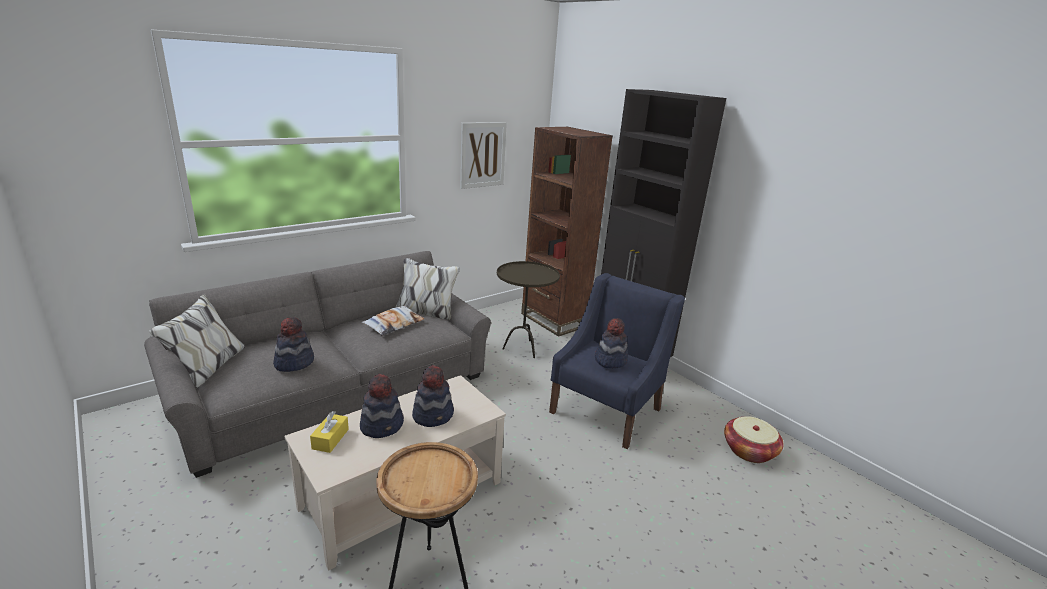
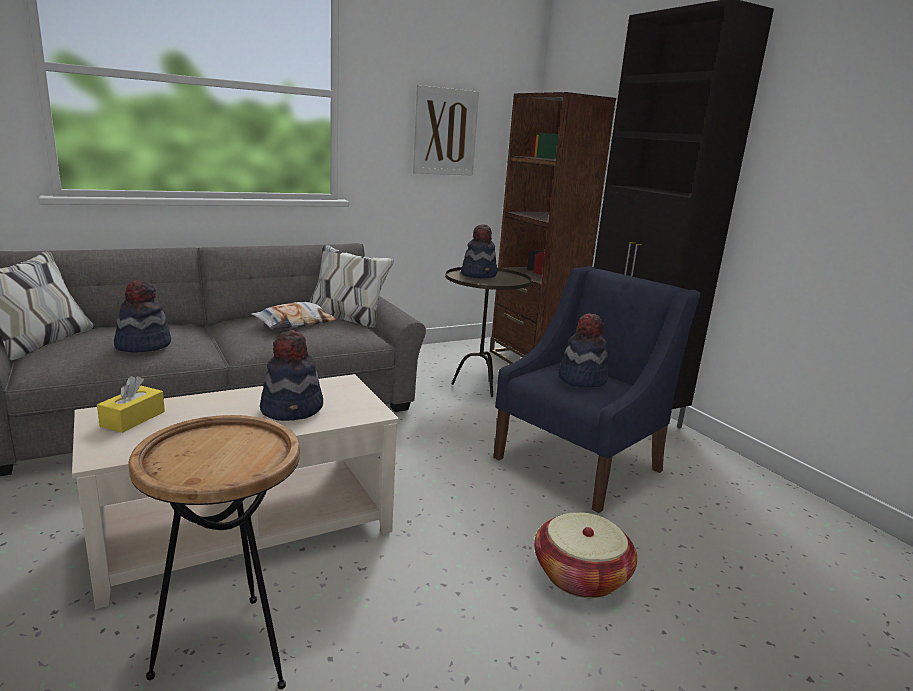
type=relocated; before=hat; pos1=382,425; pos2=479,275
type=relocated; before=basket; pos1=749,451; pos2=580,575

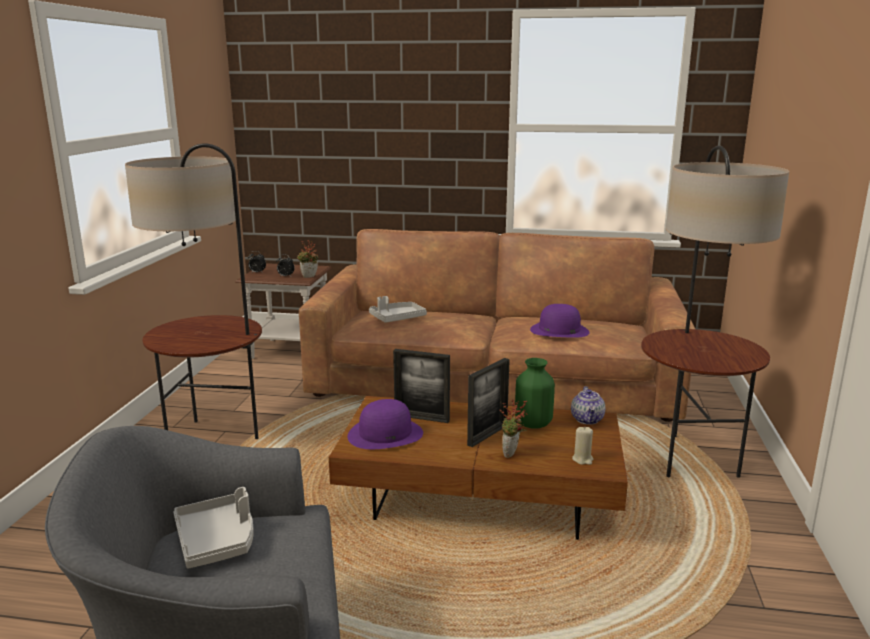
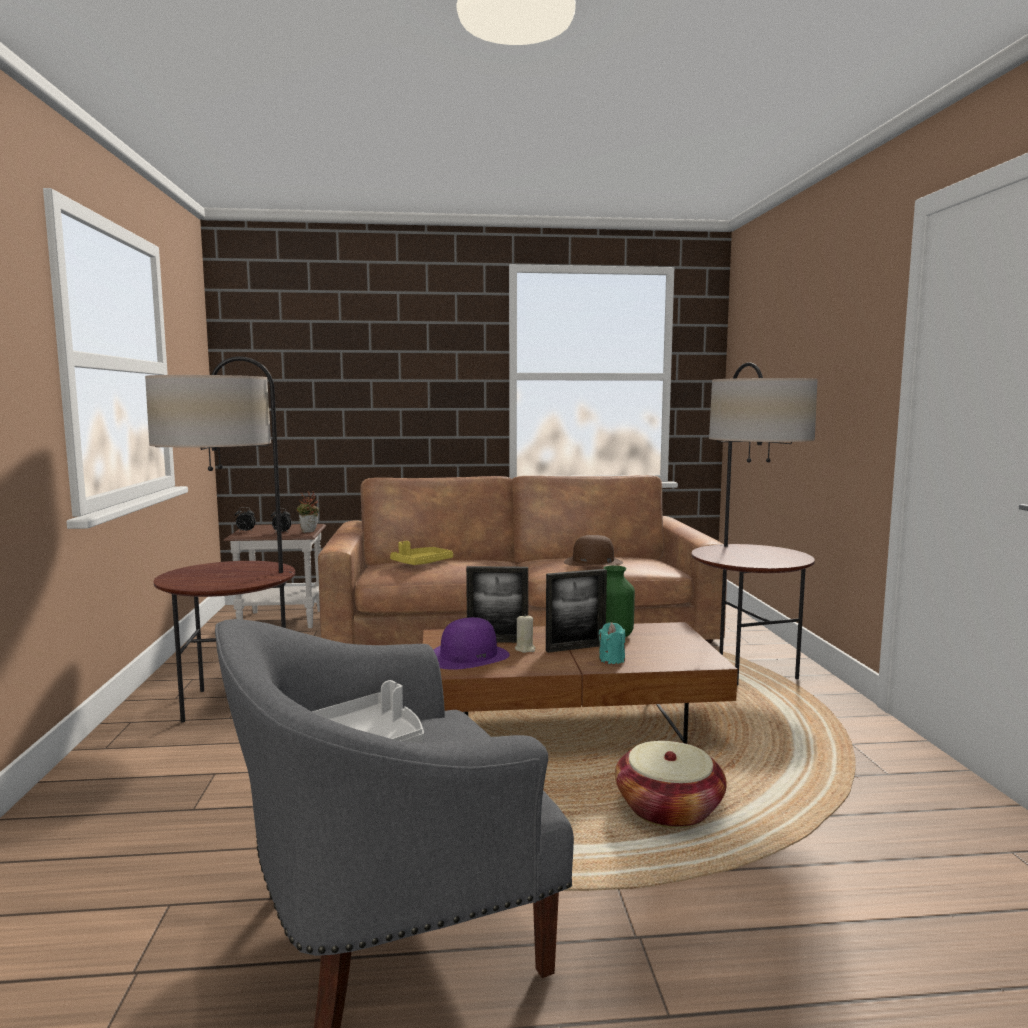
type=colour; before=tray (grey); after=tray (yellow); pos1=397,318; pos2=421,563
type=colour; before=hat (purple); after=hat (brown); pos1=559,330; pos2=593,562
type=spun; before=picture frame; pos1=487,435; pos2=575,648; turn=45
type=missing; before=teapot; pos1=587,419
type=exchanged; before=potted plant; after=candle (turquoise); pos1=512,454; pos2=611,659
type=relocated; before=candle (beige); pos1=582,459; pos2=525,649
type=appeared; after=basket; pos2=668,809

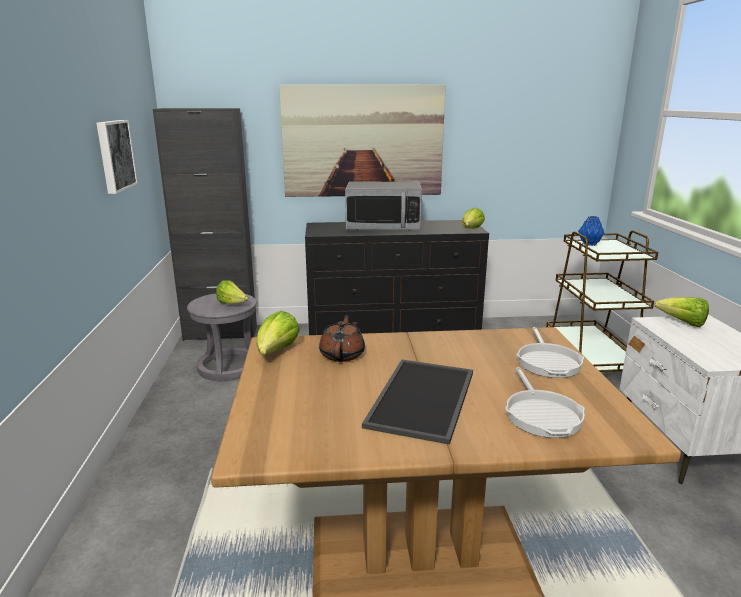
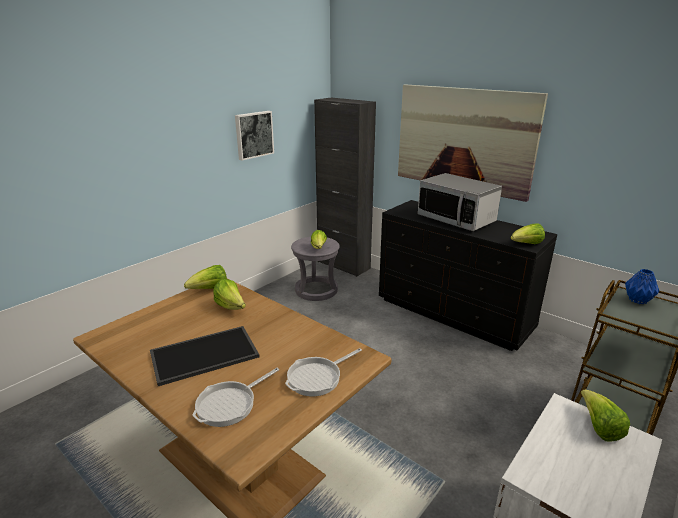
type=exchanged; before=teapot (brown); after=lettuce; pos1=342,354; pos2=231,307

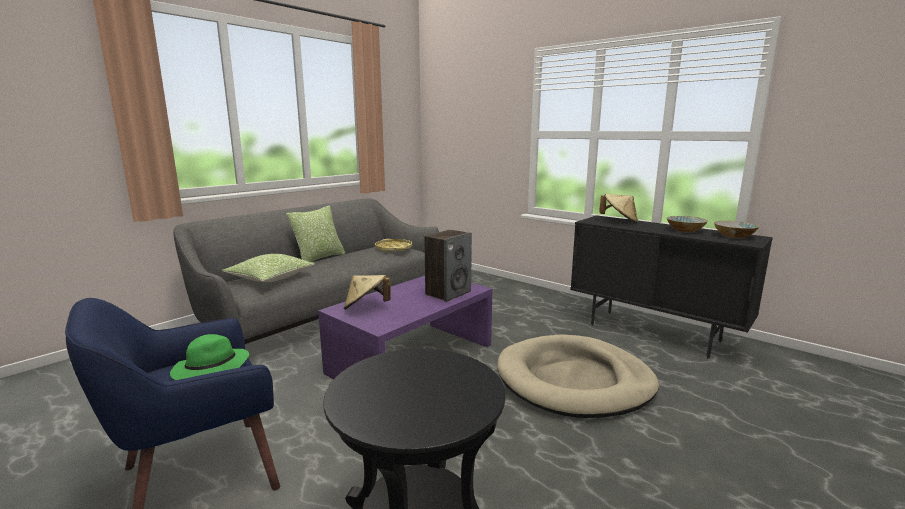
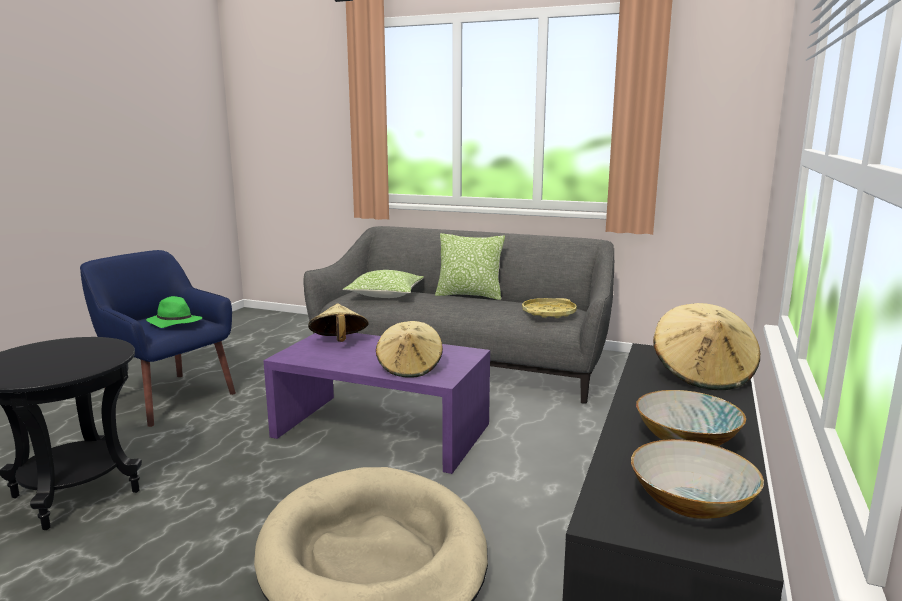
type=exchanged; before=speaker; after=hat (beige); pos1=448,293; pos2=410,368

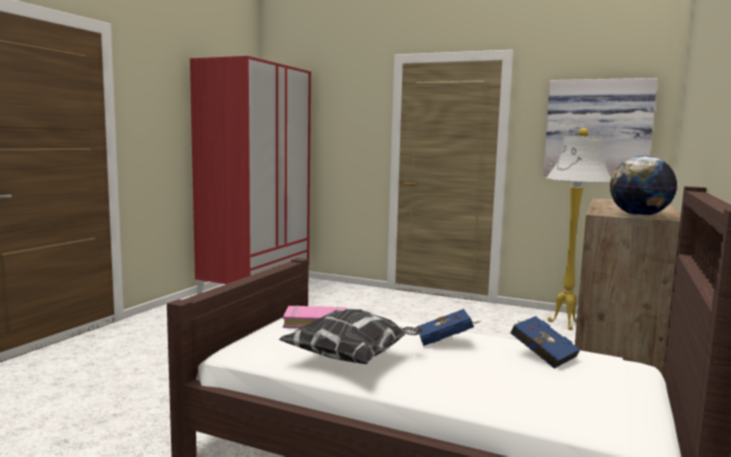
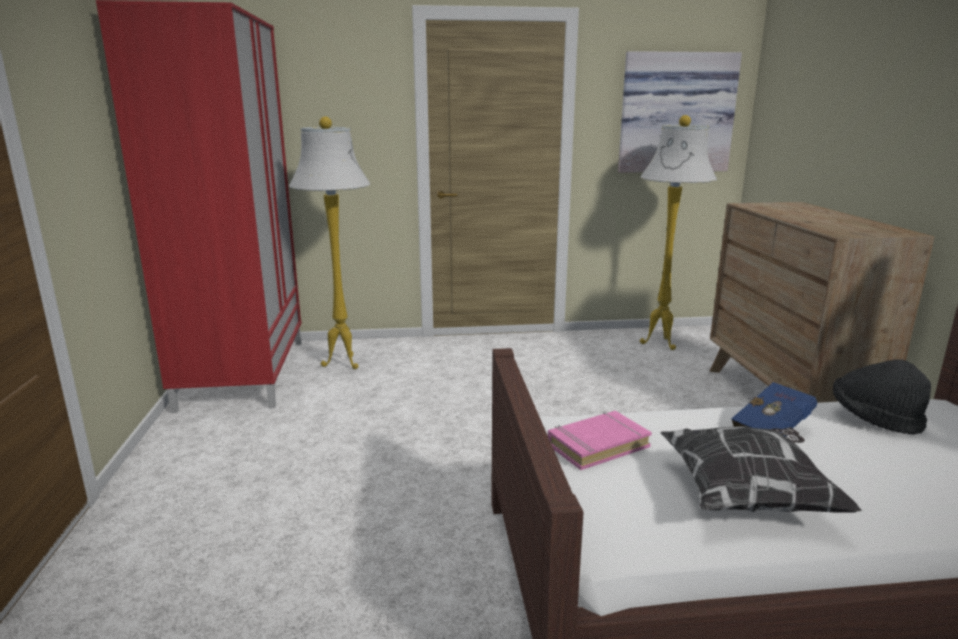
type=missing; before=globe; pos1=639,215
type=exchanged; before=book (blue); after=hat (black); pos1=541,355; pos2=874,419
type=appeared; after=floor lamp (white); pos2=343,363

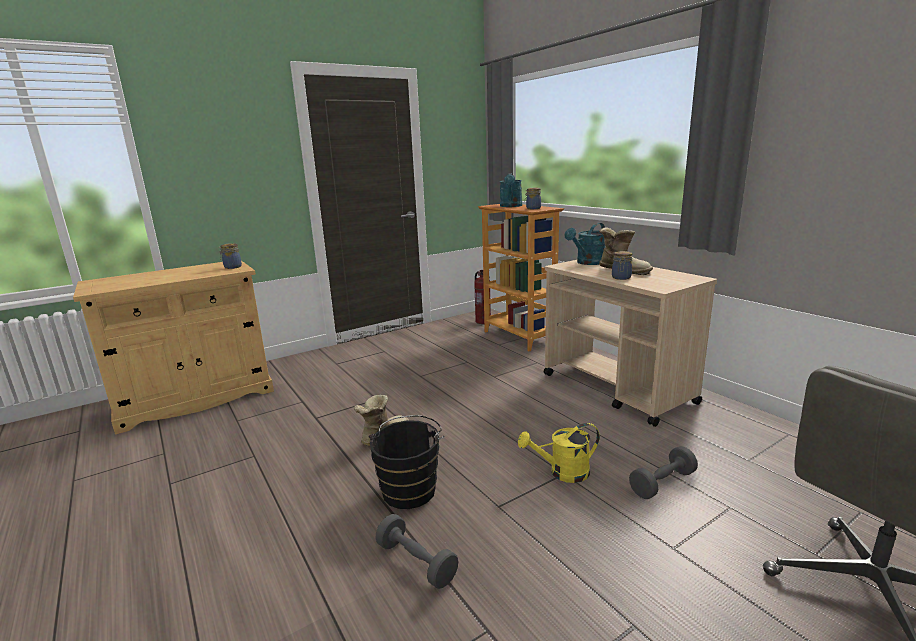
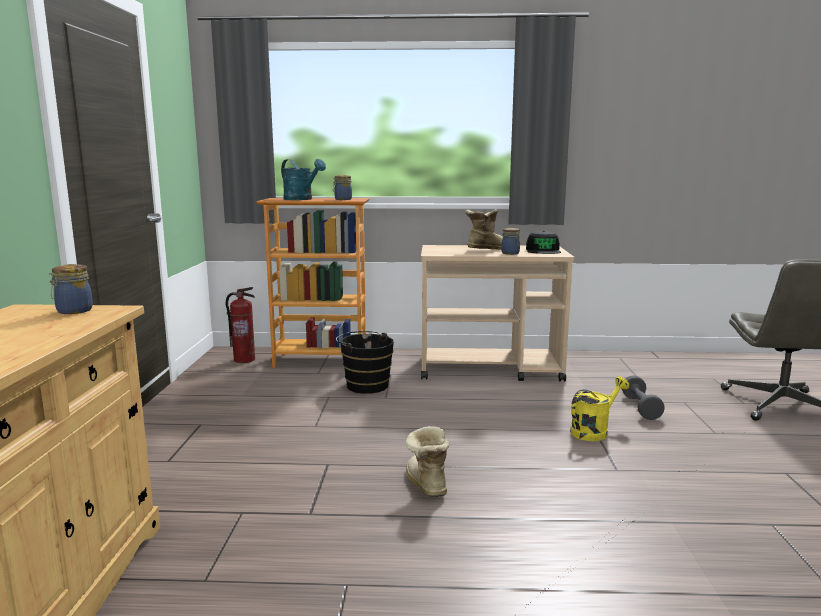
type=missing; before=watering can (turquoise); pos1=587,263
type=relocated; before=bucket (black); pos1=410,488; pos2=365,385
type=spun; before=watering can (yellow); pos1=562,473; pos2=593,431; turn=-150
type=missing; before=dumbbell (grey); pos1=416,562
type=appeared; after=cap (black); pos2=543,251

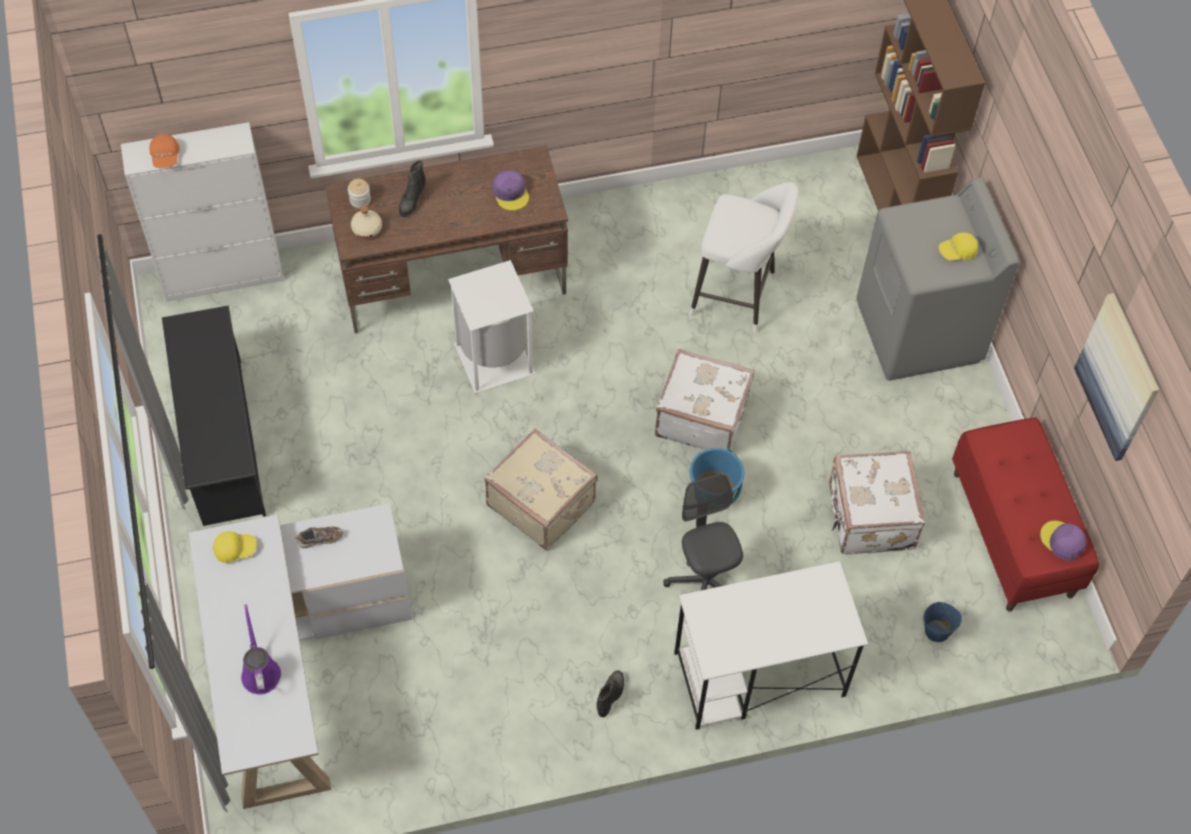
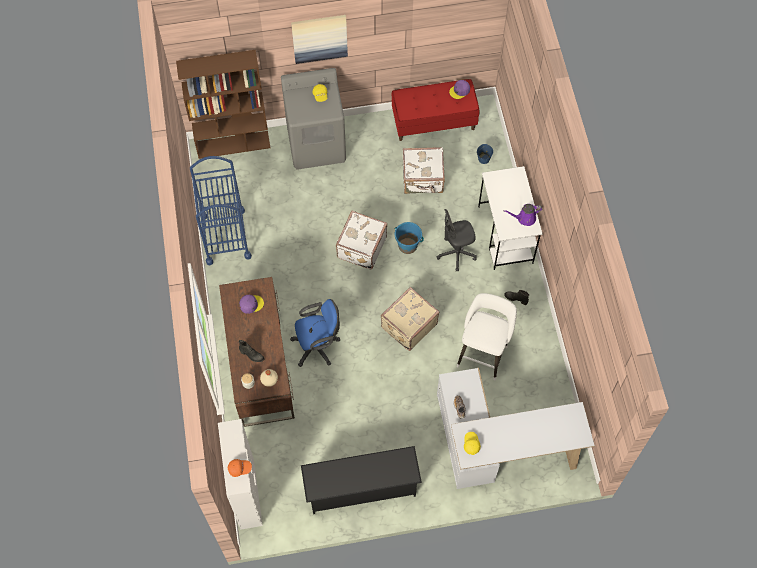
type=relocated; before=stool (white); pos1=738,297; pos2=483,353
type=exchanged; before=trash can (white); after=office chair (blue); pos1=493,360; pos2=318,346
type=relocated; before=picture; pos1=1118,377; pos2=319,38
type=relocated; before=watering can (purple); pos1=260,671; pos2=524,218
type=appeared; after=cart (blue); pos2=225,236

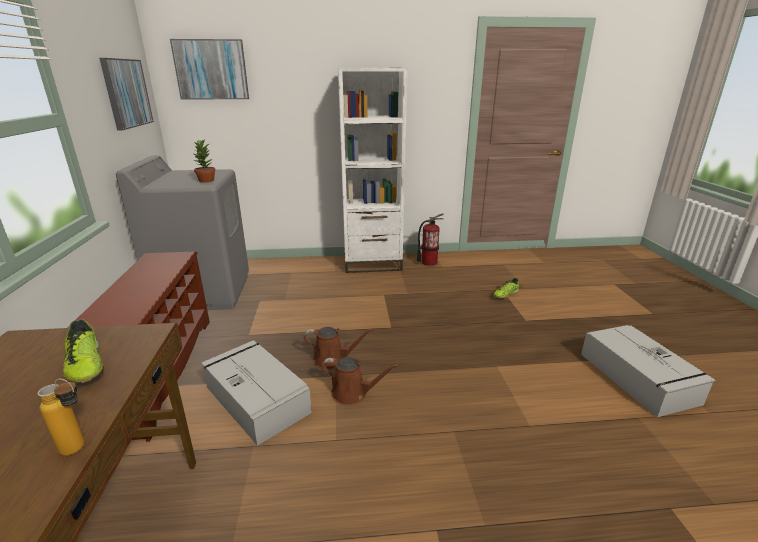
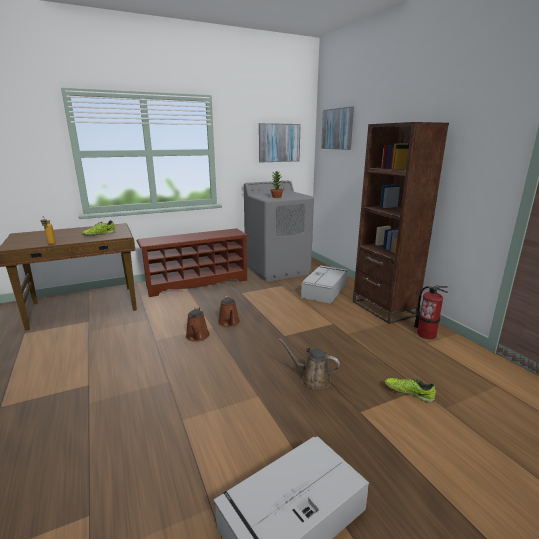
type=colour; before=bookcase (white); after=bookcase (brown); pos1=372,264; pos2=384,308
type=relocated; before=storage box (grey); pos1=256,398; pos2=324,290
type=appeared; after=watering can (brown); pos2=312,379

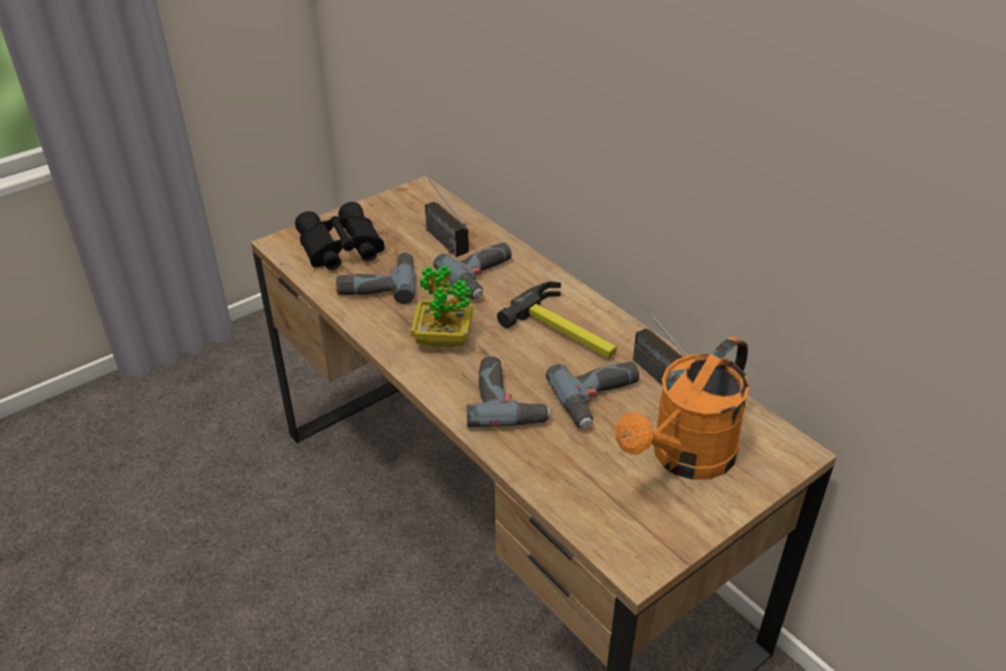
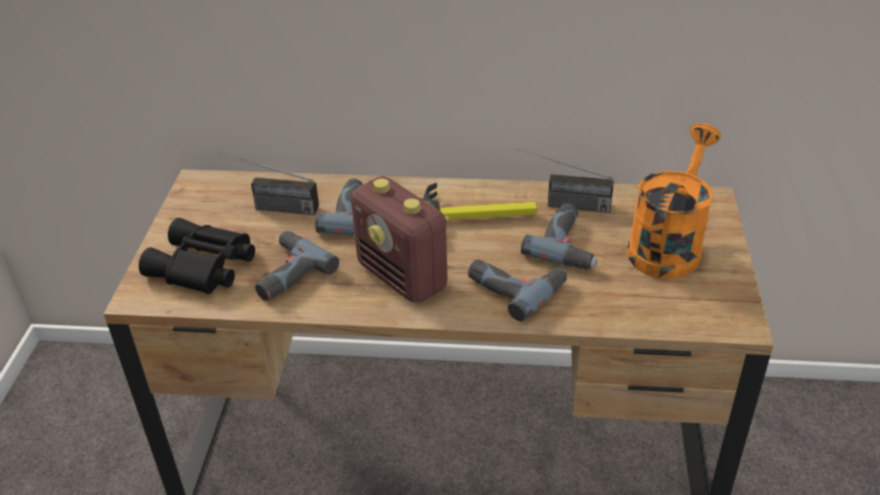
type=exchanged; before=potted plant; after=radio; pos1=443,338; pos2=403,277
type=spun; before=watering can (orange); pos1=684,458; pos2=668,245; turn=-150

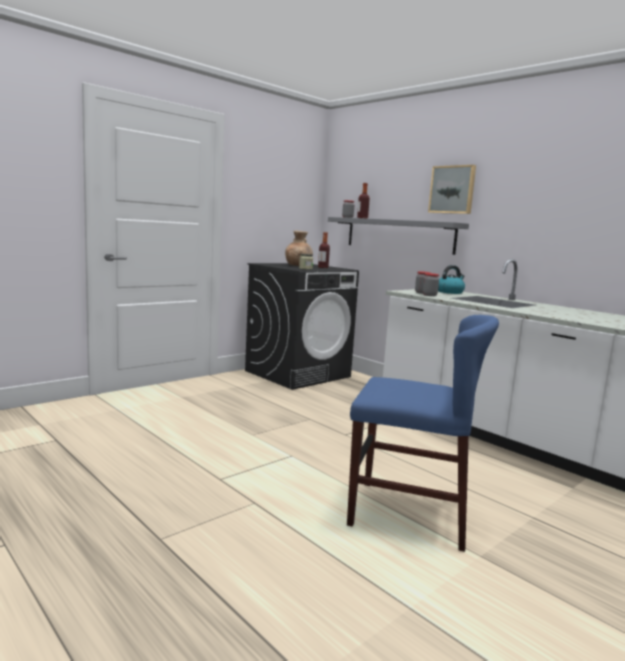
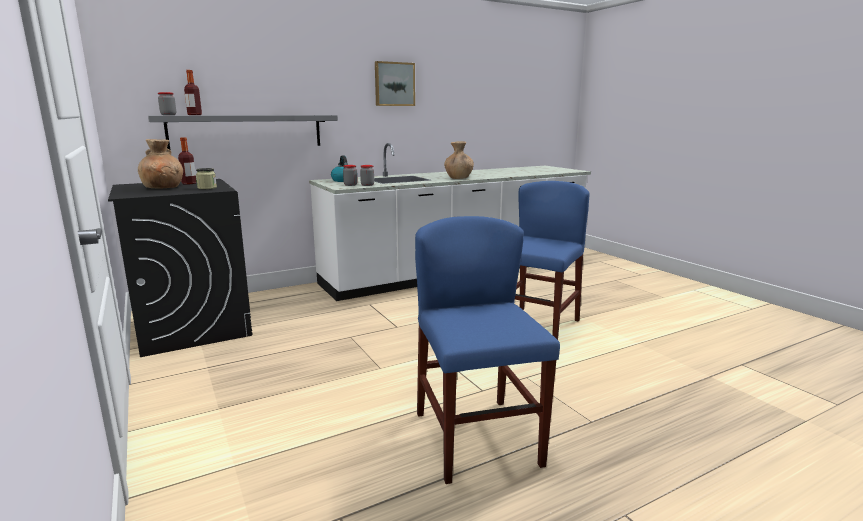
type=relocated; before=picture; pos1=452,190; pos2=394,84
type=appeared; after=vase (brown); pos2=458,178
type=appeared; after=chair (blue); pos2=477,438

